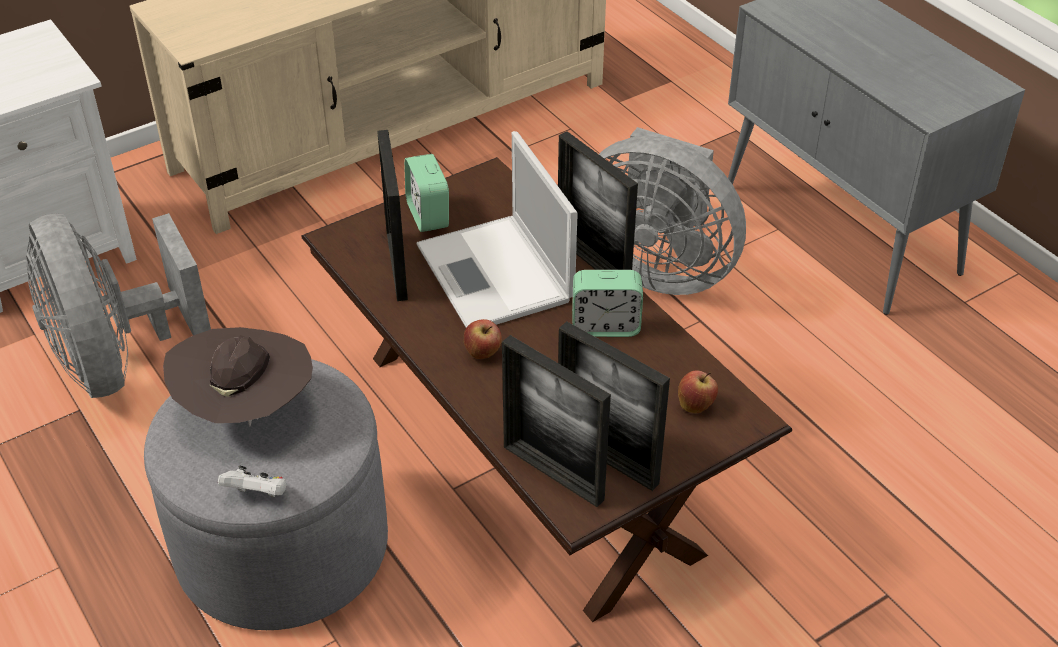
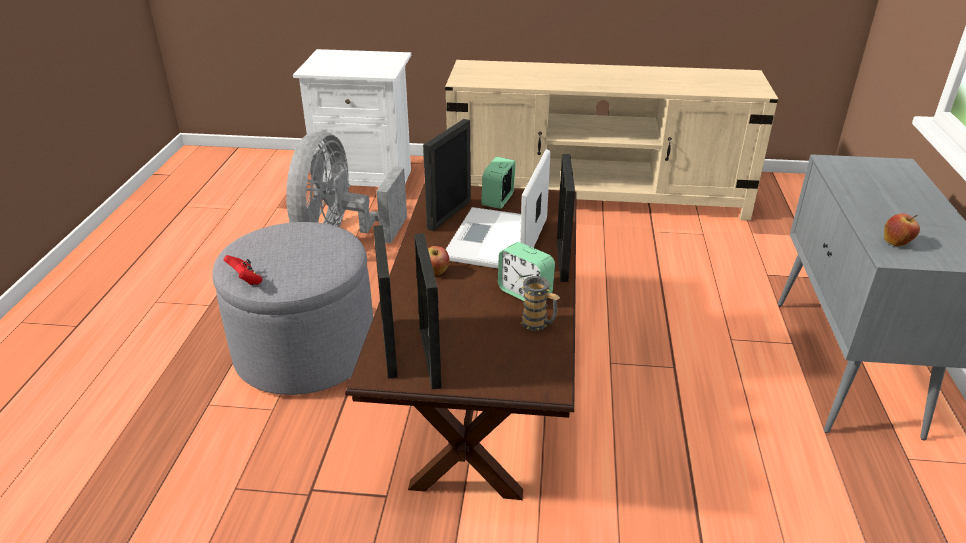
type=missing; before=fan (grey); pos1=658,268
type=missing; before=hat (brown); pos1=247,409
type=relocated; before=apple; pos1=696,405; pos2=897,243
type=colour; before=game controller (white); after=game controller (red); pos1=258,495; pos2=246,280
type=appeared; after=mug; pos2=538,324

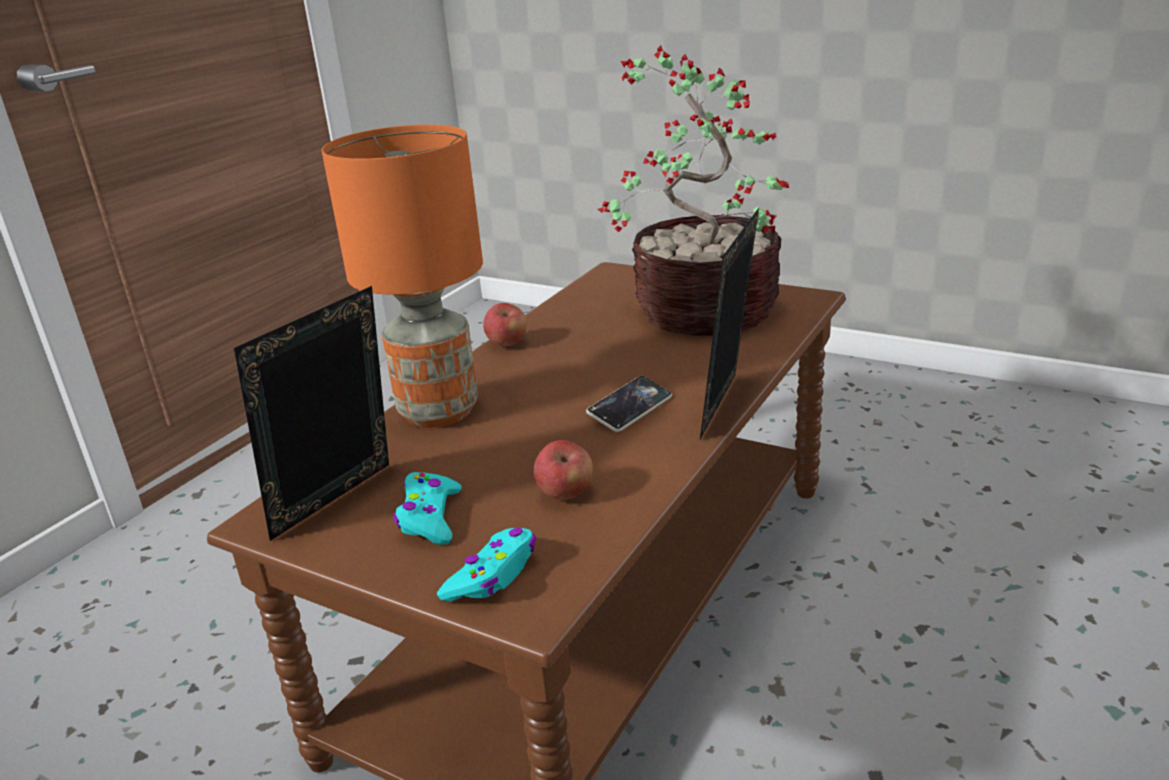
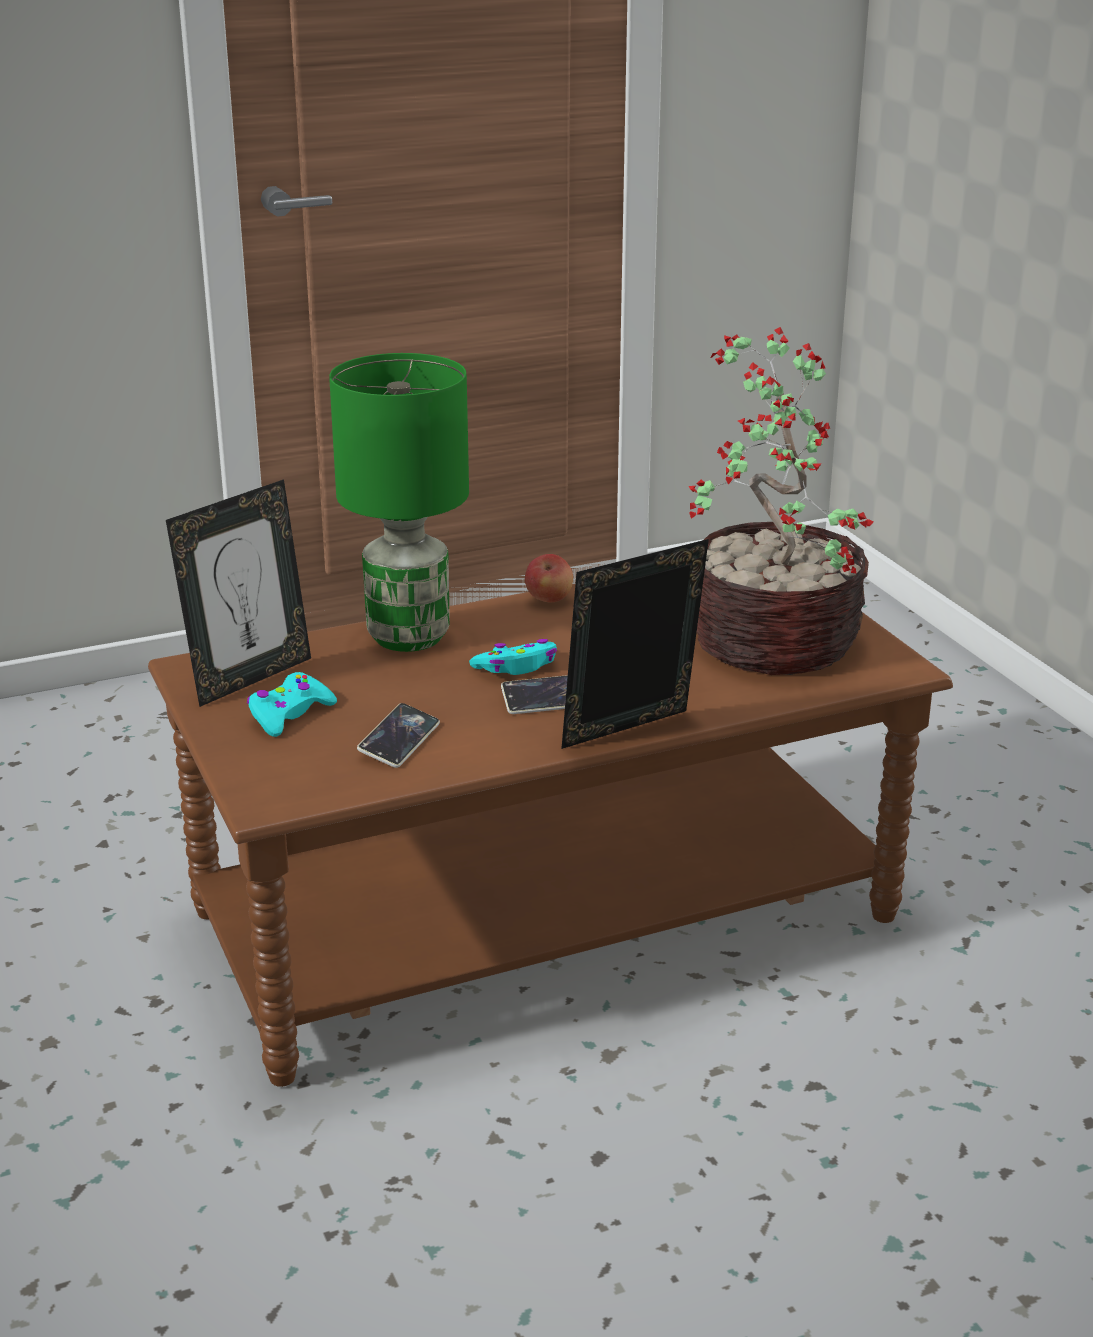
type=colour; before=table lamp (orange); after=table lamp (green); pos1=440,412; pos2=409,638
type=spun; before=picture frame; pos1=341,504; pos2=249,678; turn=150
type=exchanged; before=apple; after=phone; pos1=565,494; pos2=399,741
type=relocated; before=game controller (turquoise); pos1=493,575; pos2=517,667

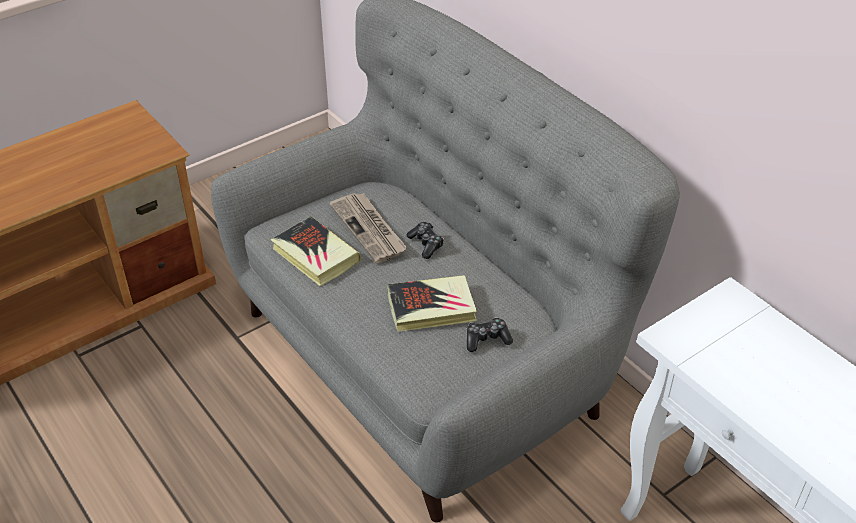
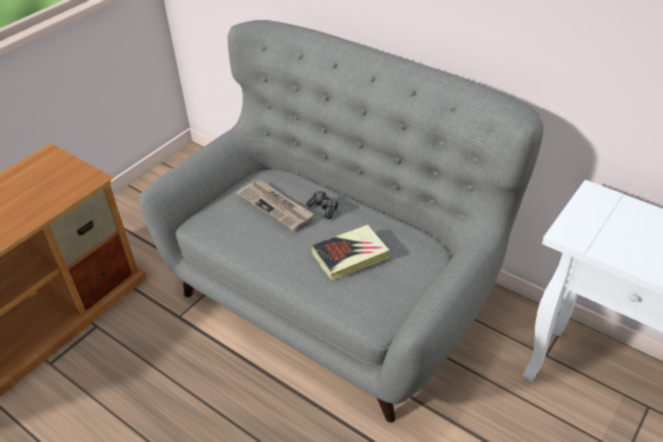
type=missing; before=book; pos1=315,255
type=missing; before=game controller; pos1=486,339

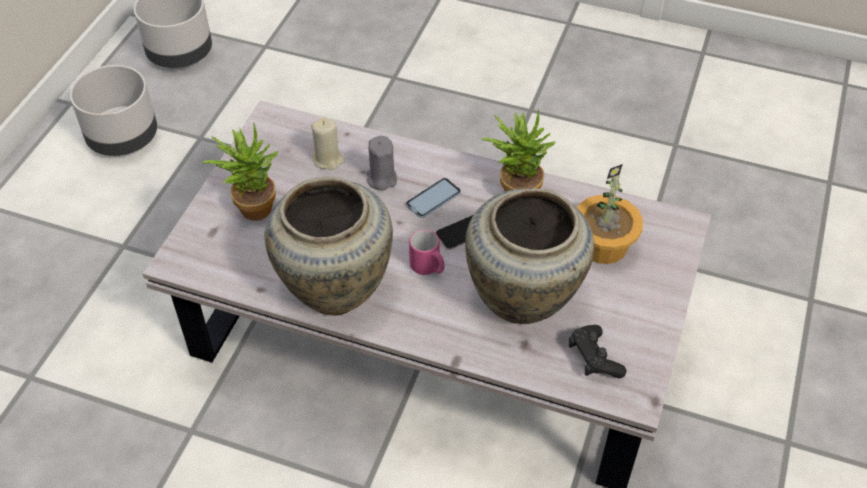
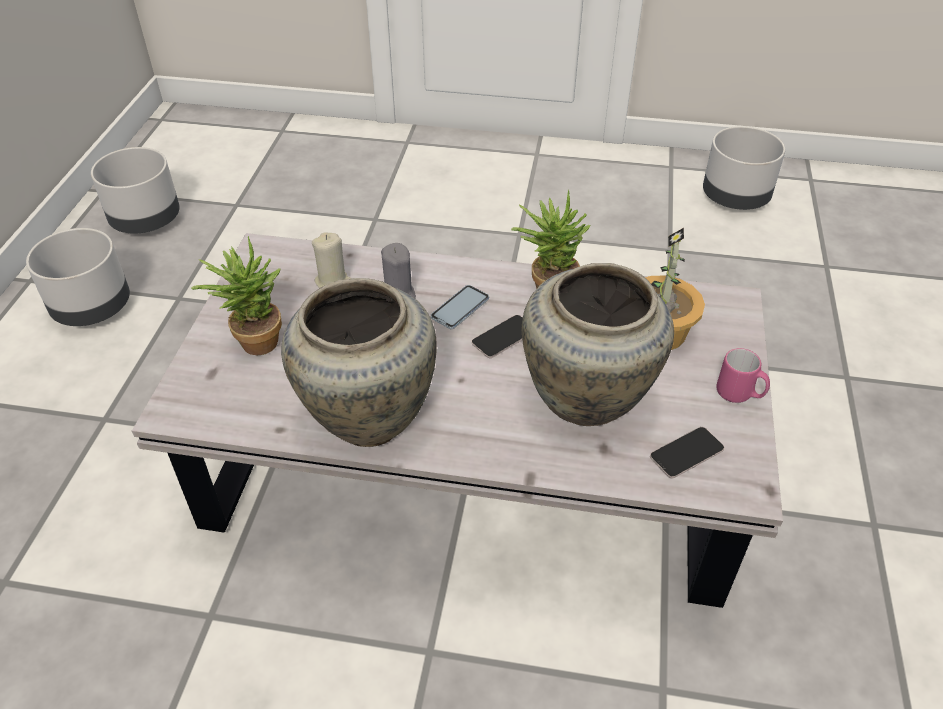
type=relocated; before=mug (pink); pos1=428,268; pos2=739,394
type=exchanged; before=game controller (black); after=phone; pos1=594,359; pos2=686,453
type=appeared; after=planter (grey); pos2=735,198

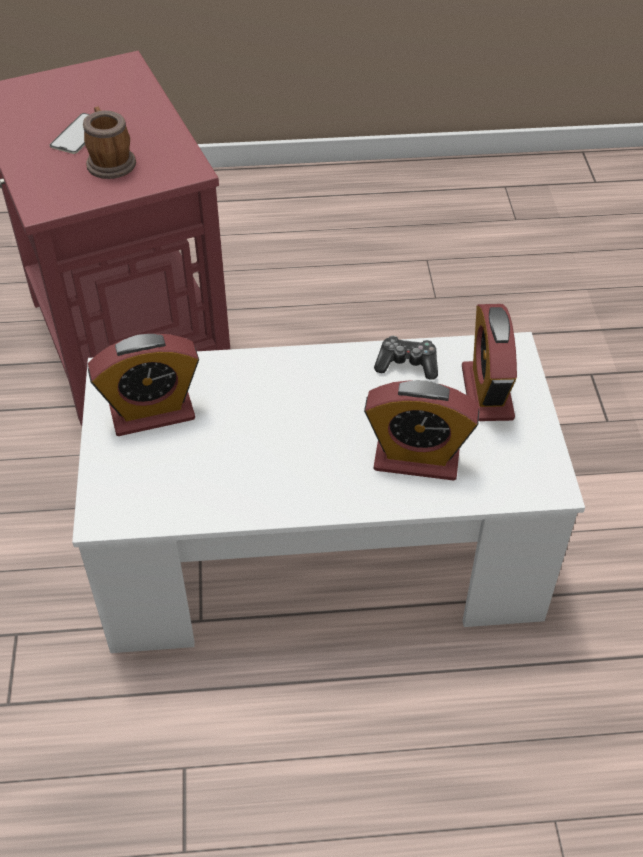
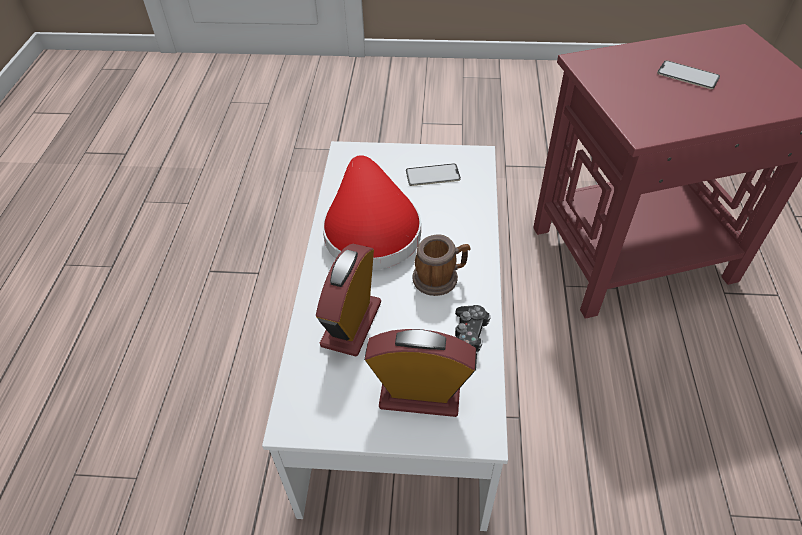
type=relocated; before=mug; pos1=109,161; pos2=440,277
type=exchanged; before=alarm clock; after=phone; pos1=152,413; pos2=433,175
type=appeared; after=hat (red); pos2=370,229

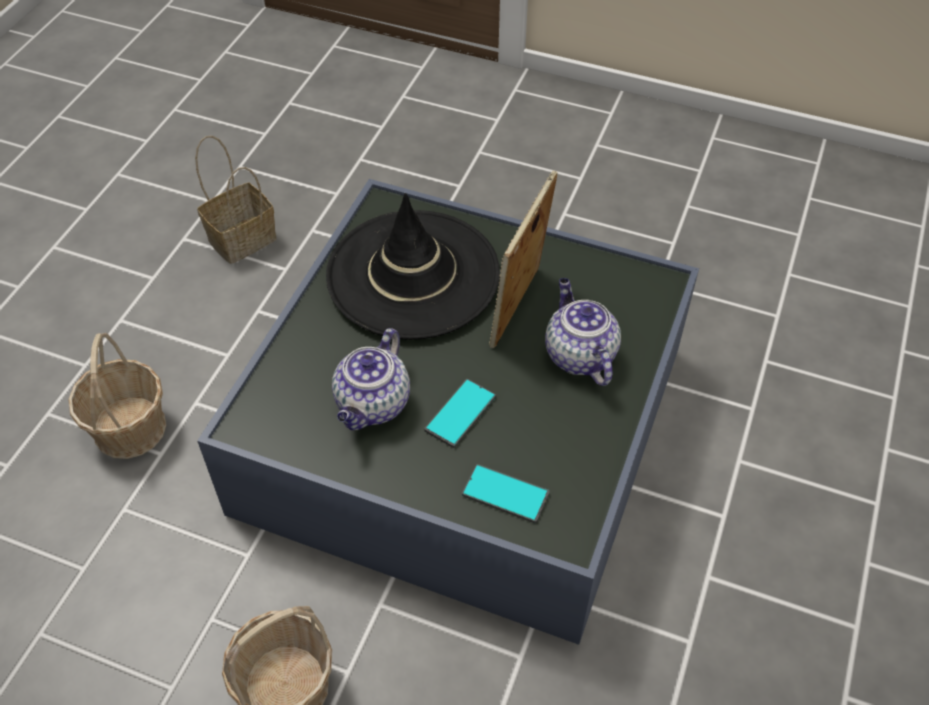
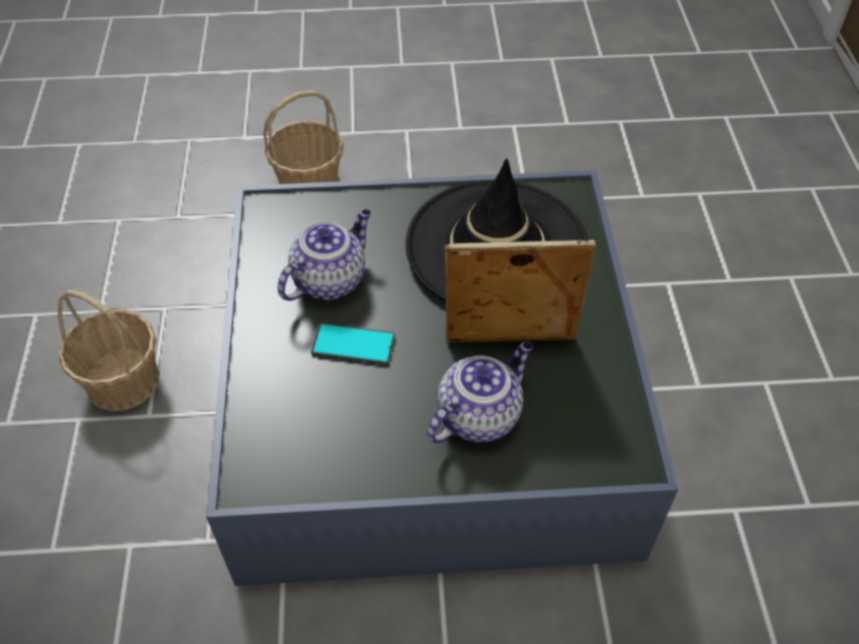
type=missing; before=basket; pos1=243,237
type=spun; before=teapot; pos1=373,405; pos2=330,279; turn=135
type=missing; before=phone; pos1=505,494

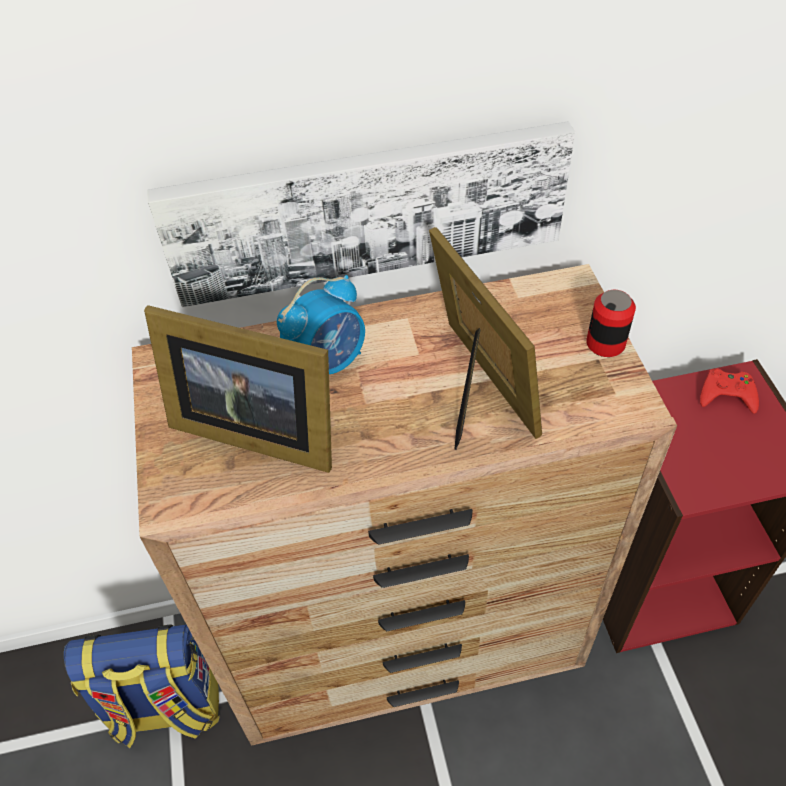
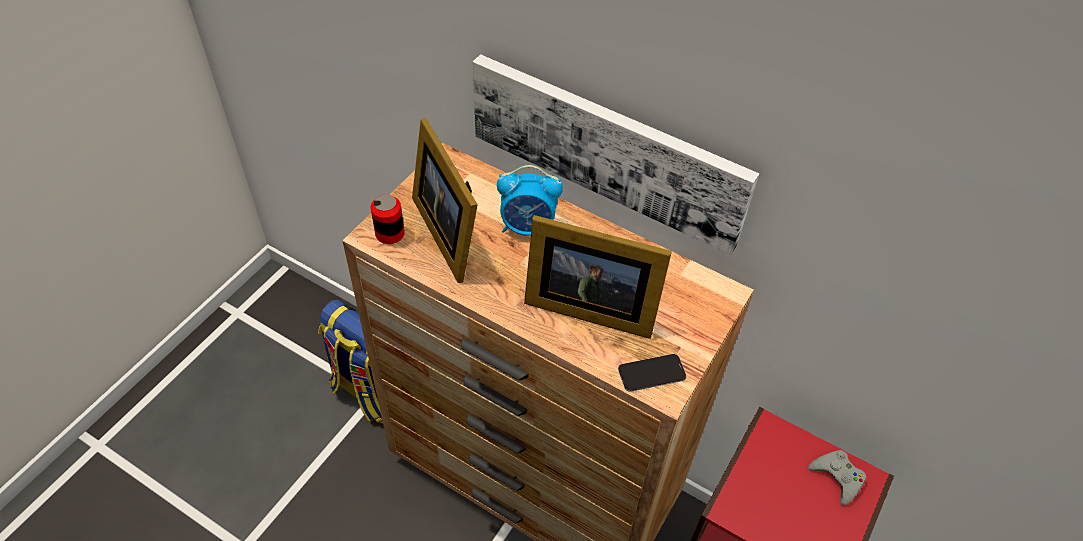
type=spun; before=picture frame; pos1=476,389; pos2=587,305; turn=90
type=relocated; before=can; pos1=605,343; pos2=390,234
type=colour; before=game controller (red); after=game controller (grey); pos1=727,395; pos2=837,478
type=appeared; after=phone; pos2=651,373

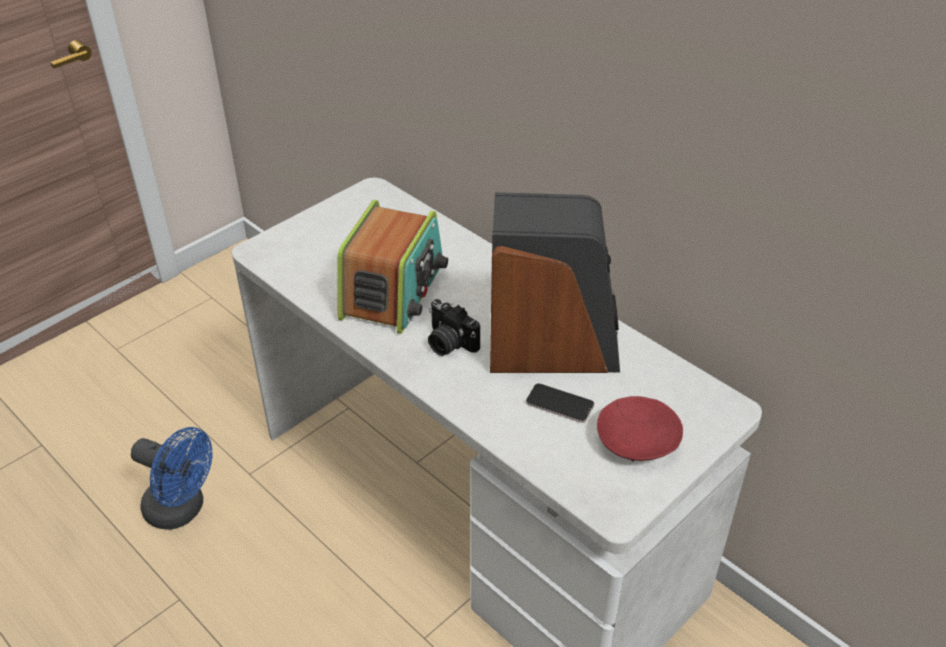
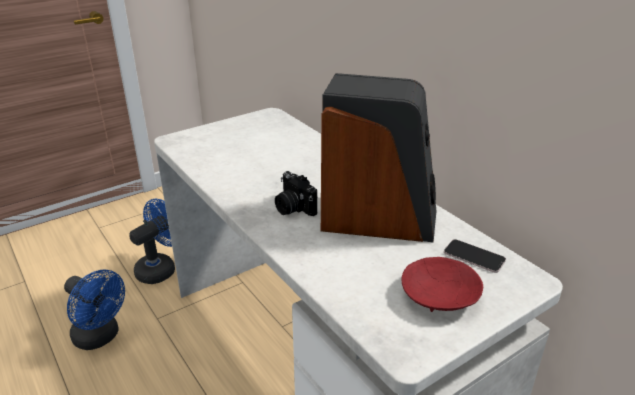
type=missing; before=radio; pos1=393,290
type=relocated; before=phone; pos1=559,404; pos2=474,256
type=appeared; after=fan (blue); pos2=160,268

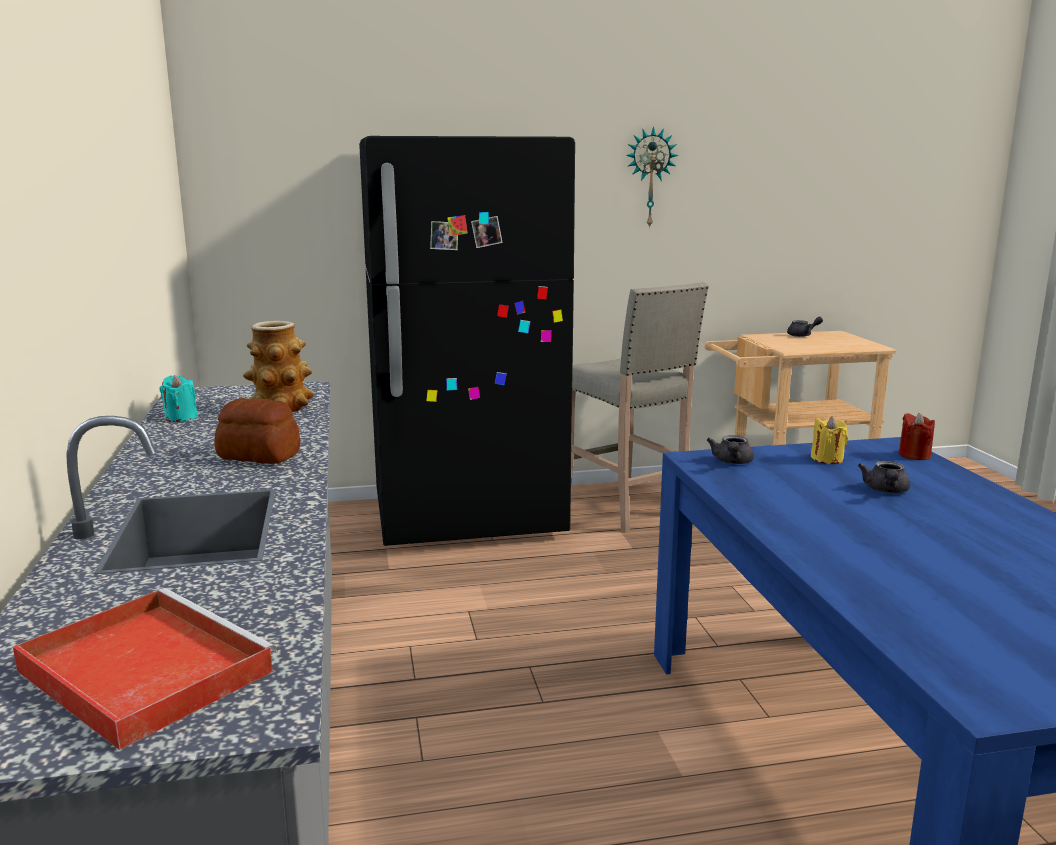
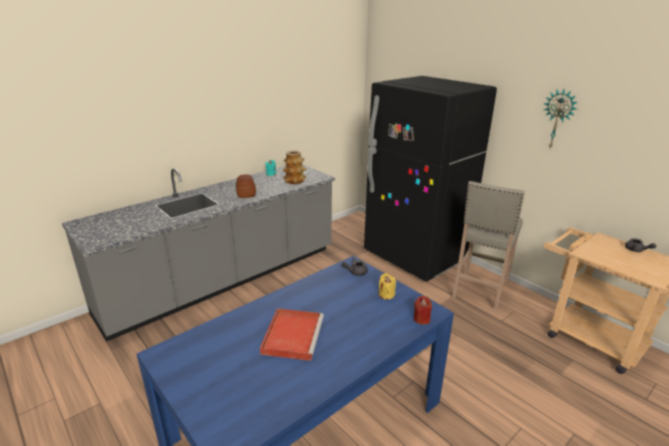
type=missing; before=teapot (grey); pos1=885,491
type=relocated; before=tray (red); pos1=141,670; pos2=292,335

